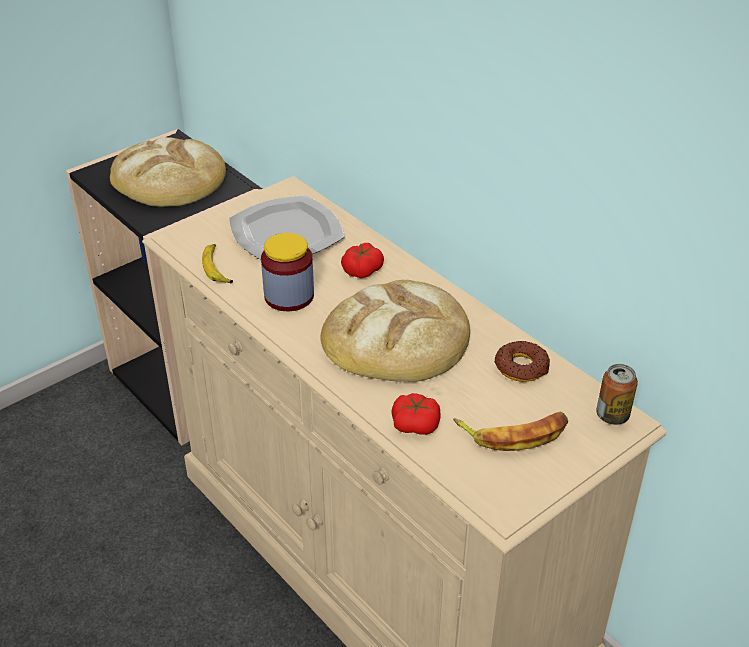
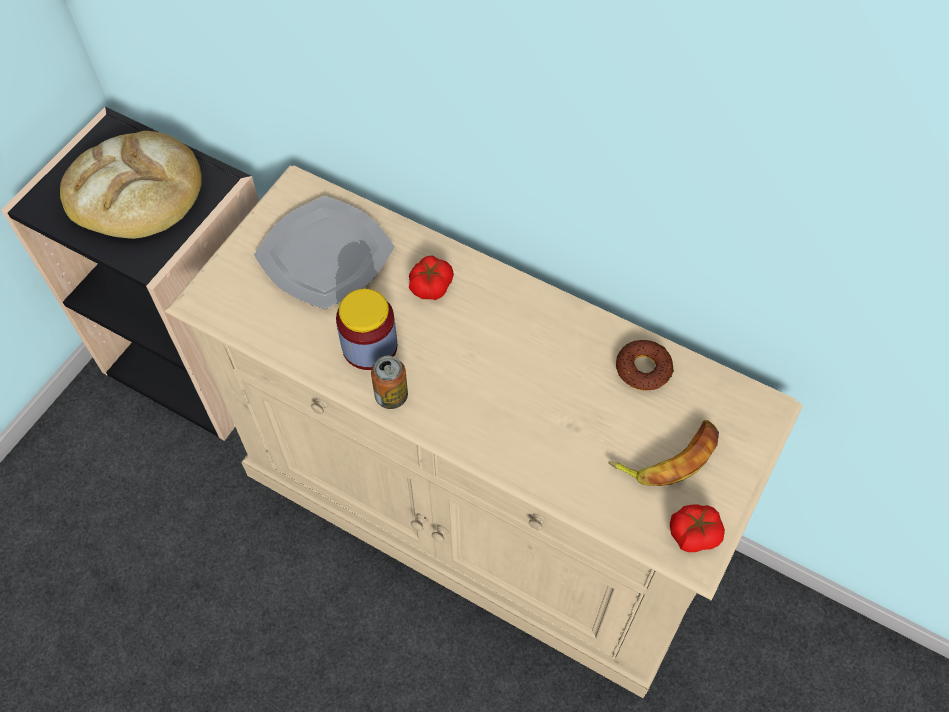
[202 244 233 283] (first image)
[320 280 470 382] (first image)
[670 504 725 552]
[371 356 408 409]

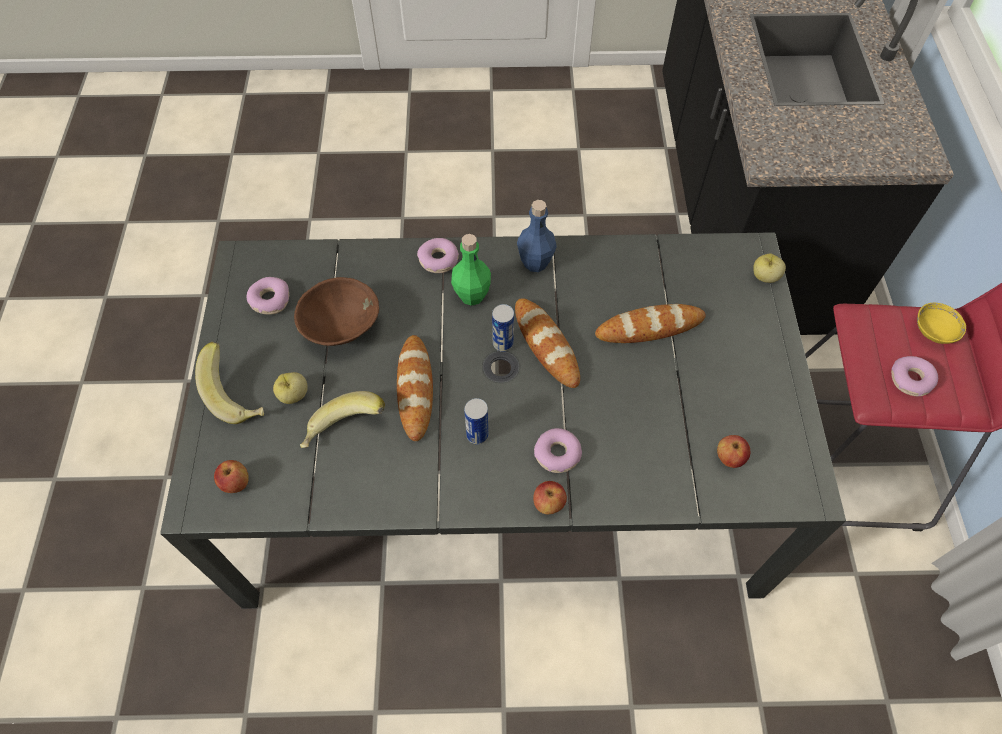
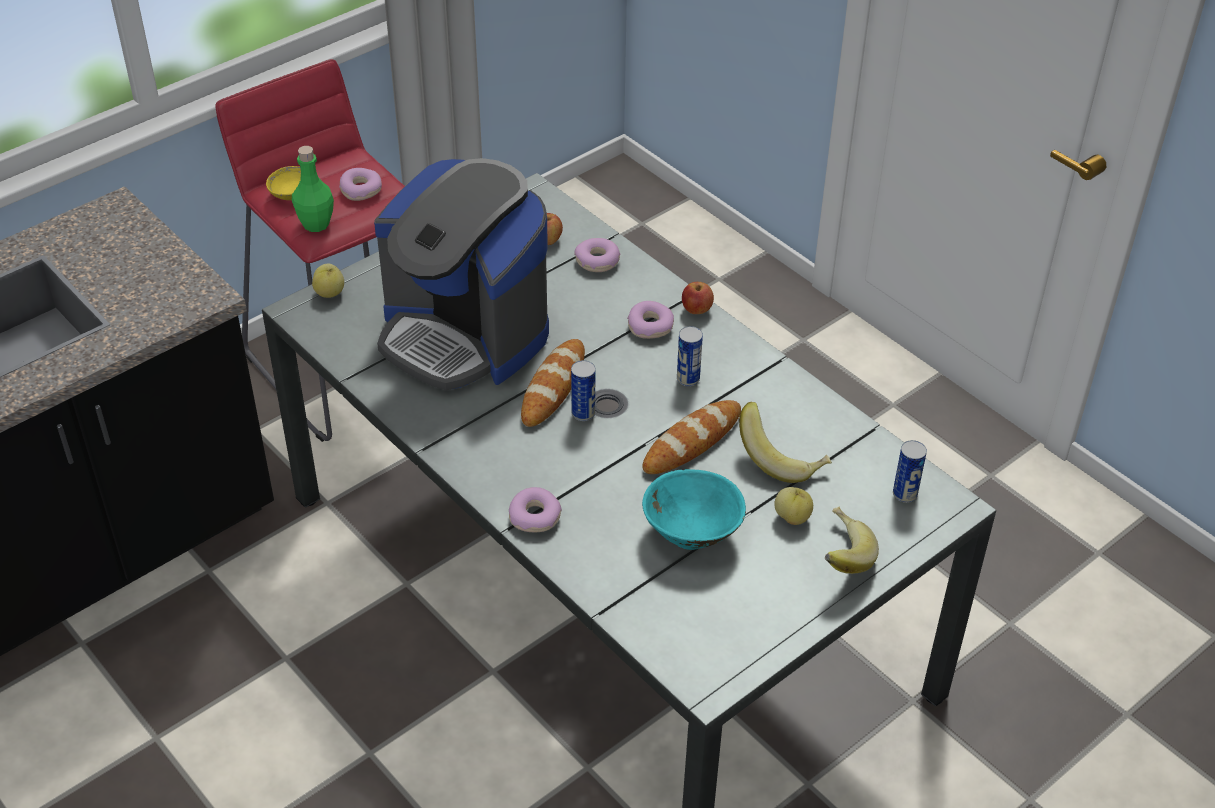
[893 440 927 503]
[574 238 620 272]
[642 469 746 550]
[292 146 334 232]
[517 200 557 272] (first image)
[374 158 549 391]

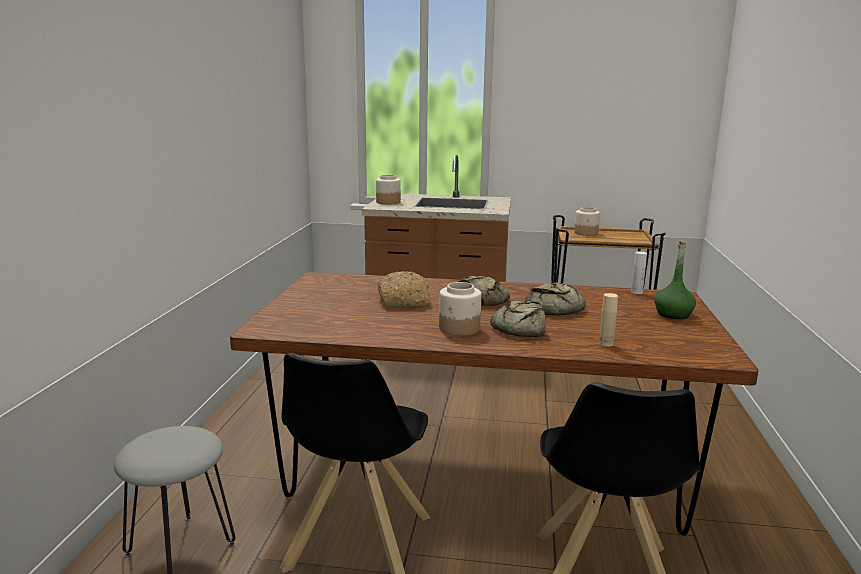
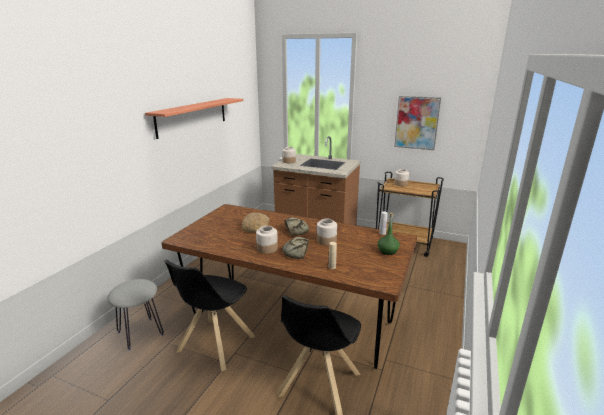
[317 219 337 245]
[145 98 243 139]
[394 96 441 150]

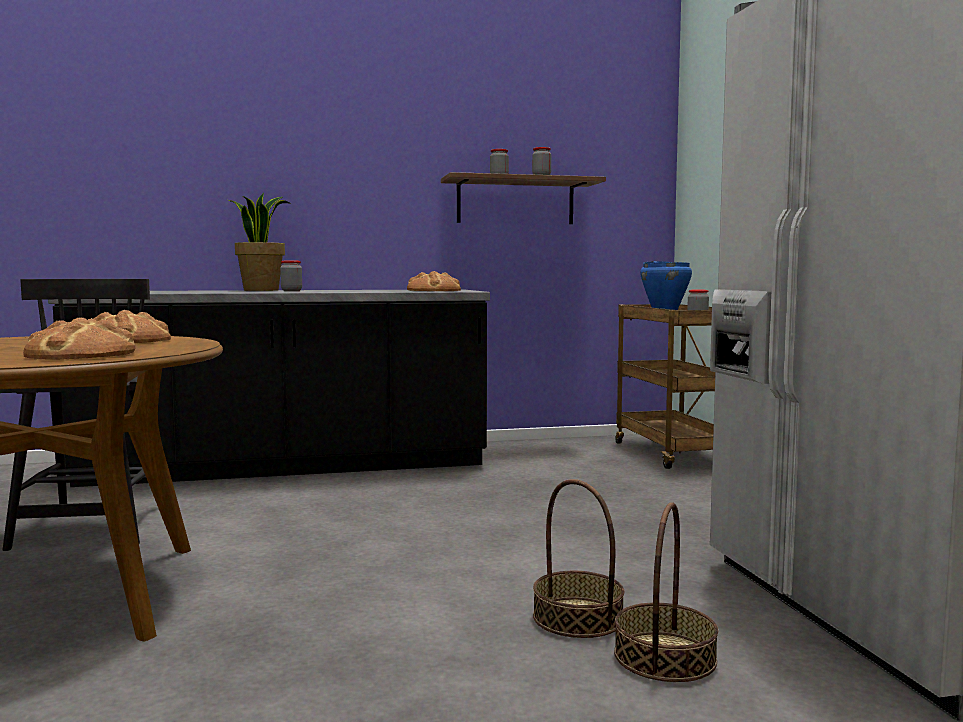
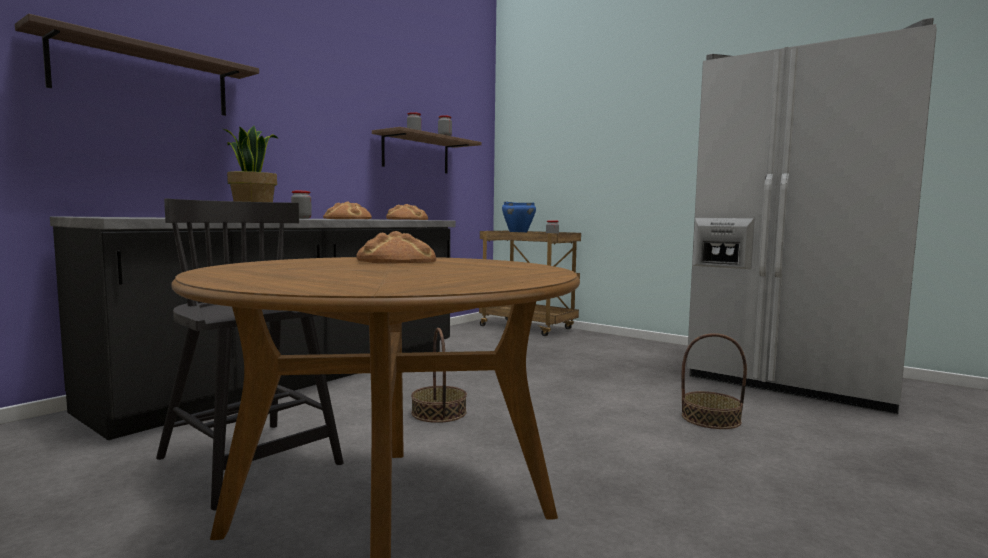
[323 202 372 219]
[411 328 467 423]
[15 14 259 116]

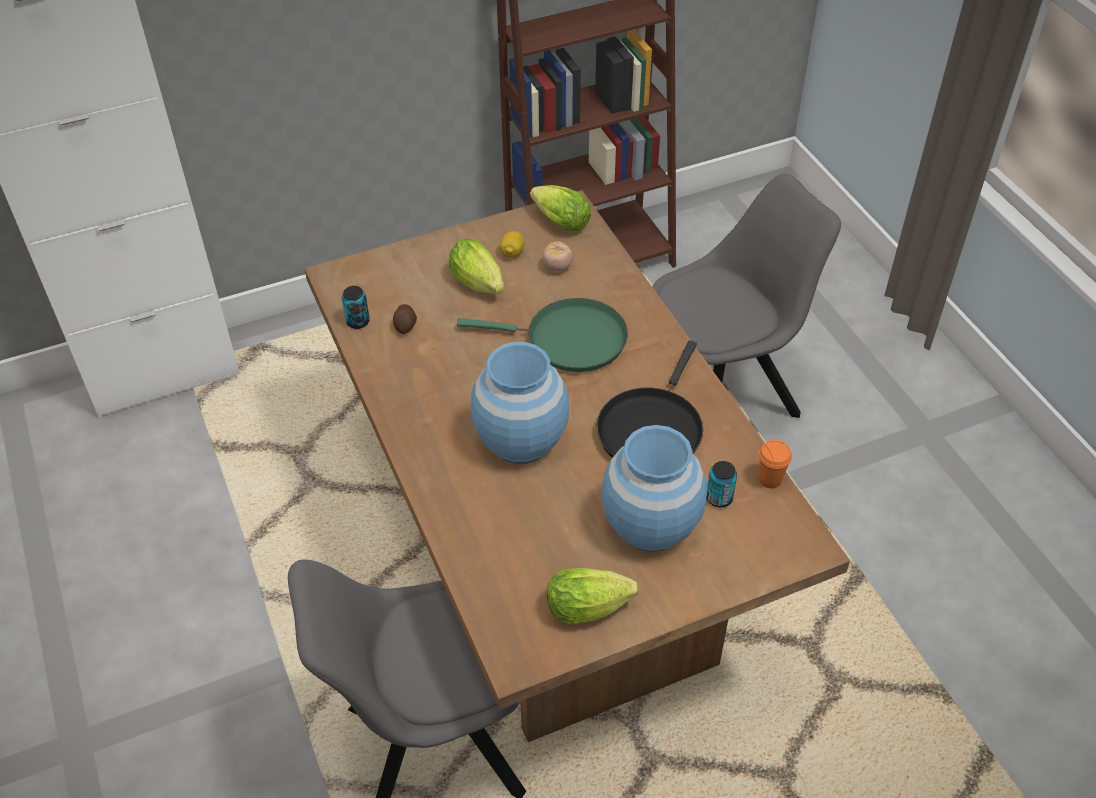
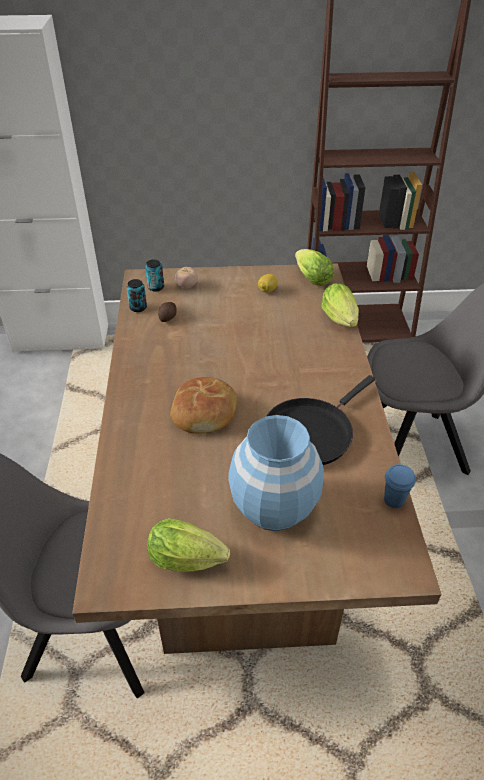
[321 283 359 327]
[457 298 628 372] (first image)
[170 377 237 434]
[175 267 198 288]
[145 259 164 292]
[384 464 416 508]

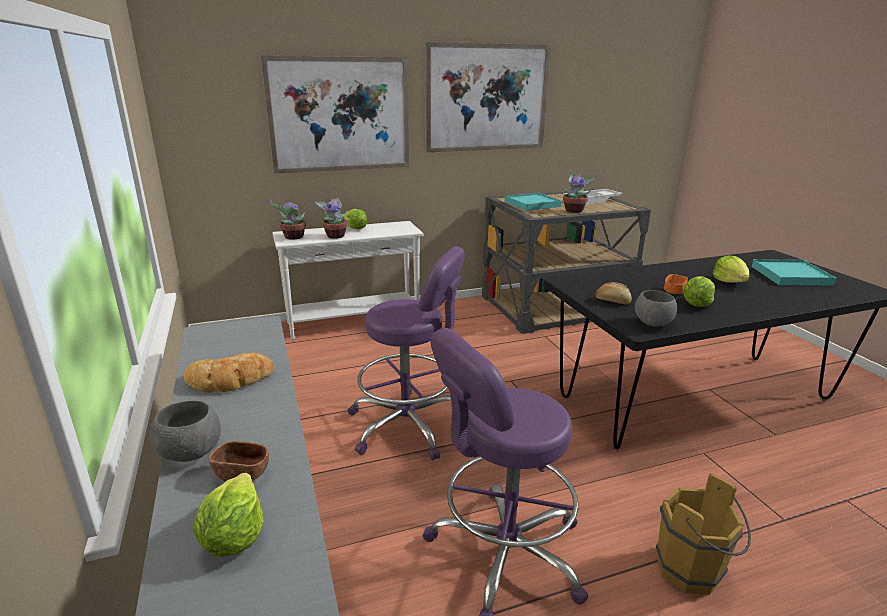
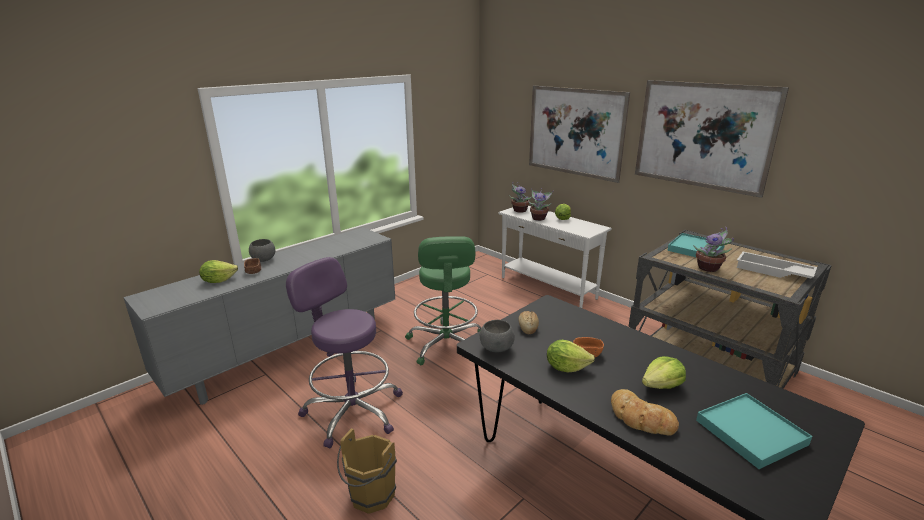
[611 389 679 436]
[405 236 481 365]

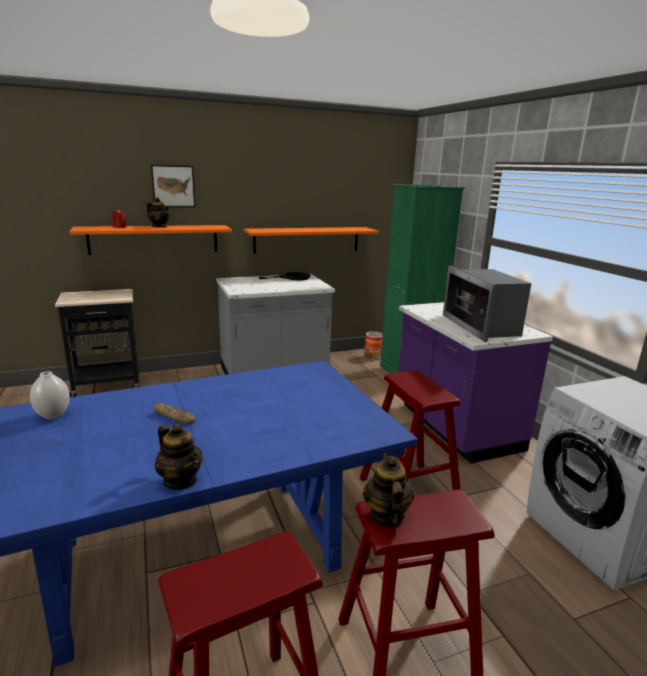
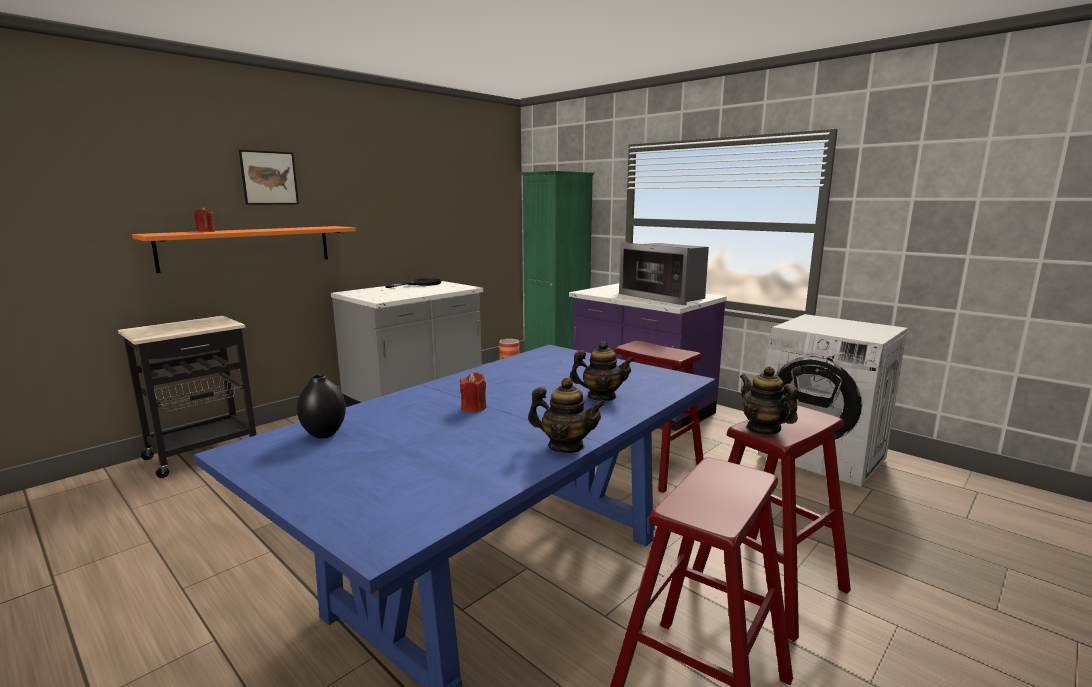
[297 374 346 439]
[570 341 635 401]
[460 372 486 412]
[244 227 379 254] (first image)

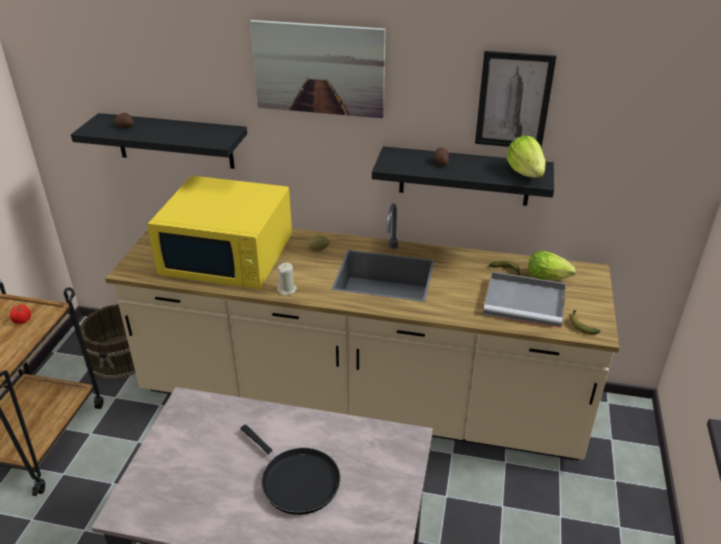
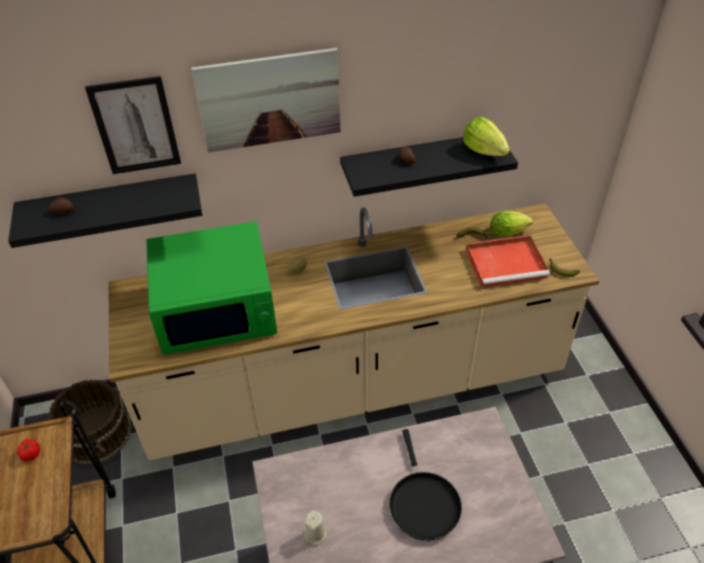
[146 222 277 355]
[389 429 462 541]
[304 511 327 546]
[85 76 181 174]
[466 235 550 288]

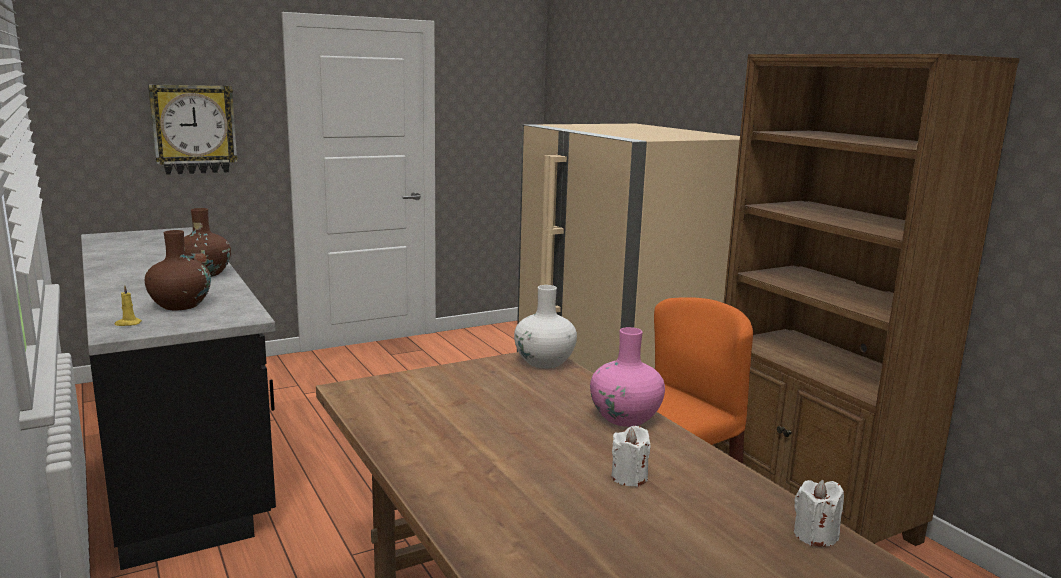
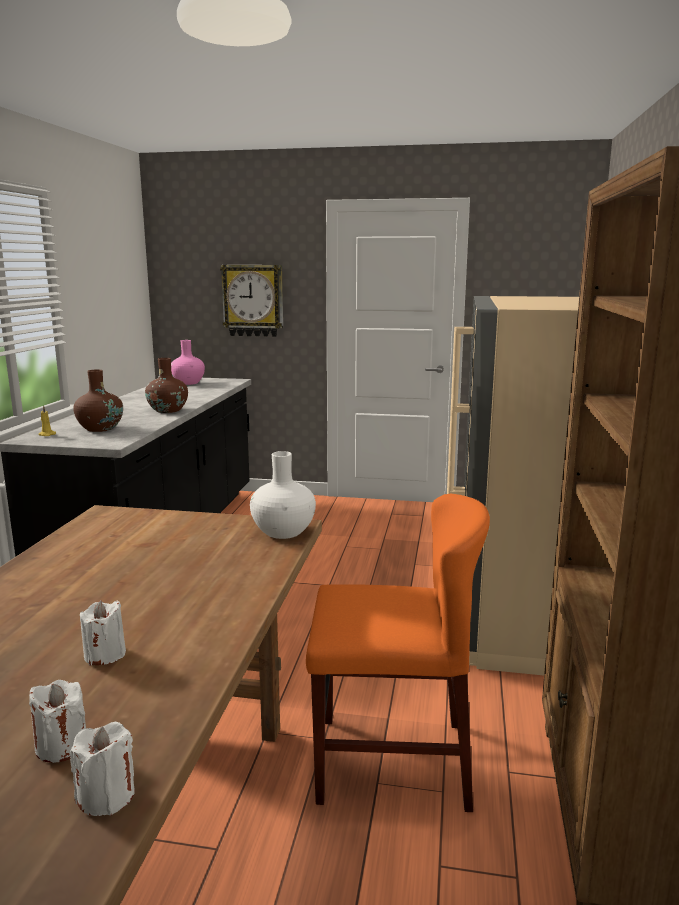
[171 340 205 385]
[29 680 86 763]

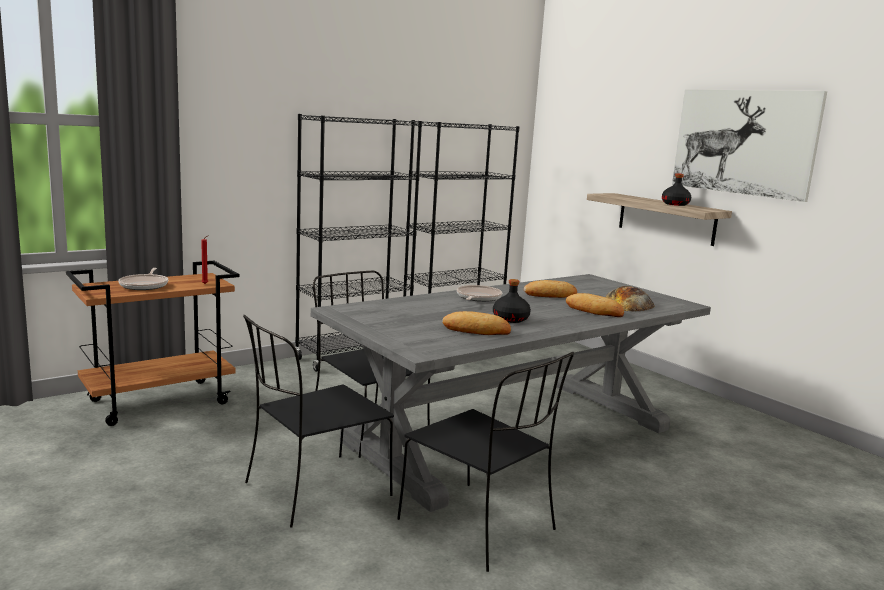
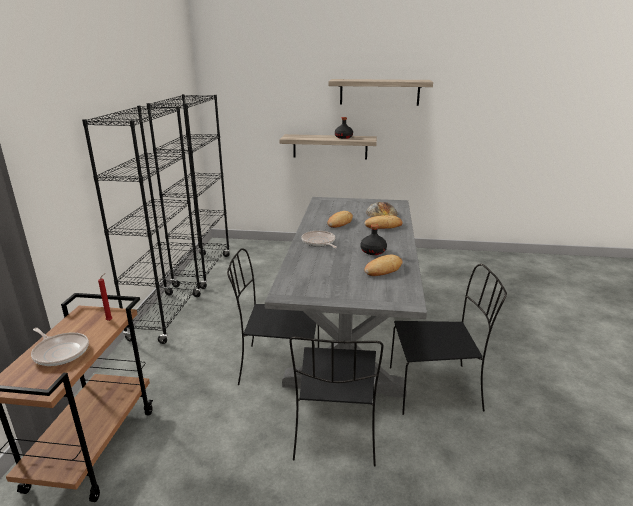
[328 79 433 106]

